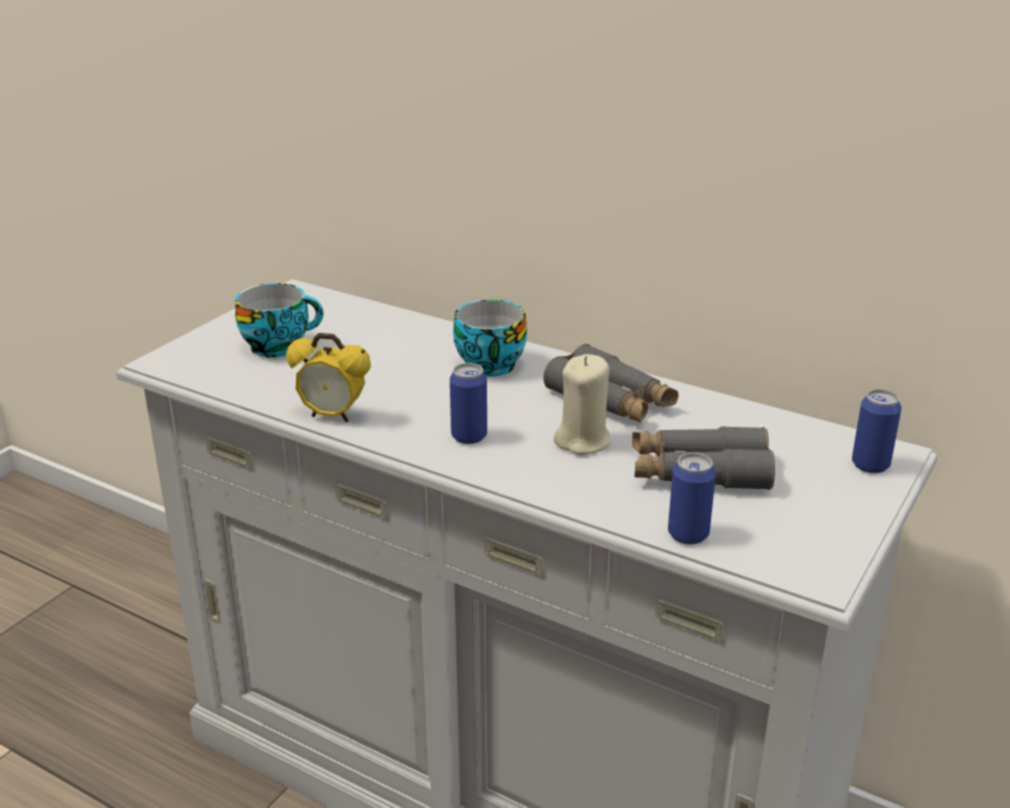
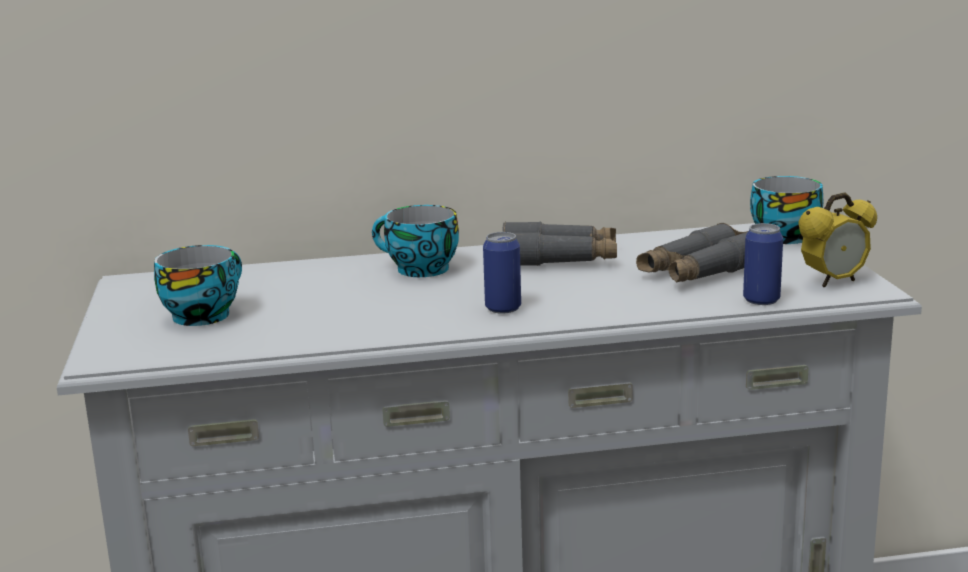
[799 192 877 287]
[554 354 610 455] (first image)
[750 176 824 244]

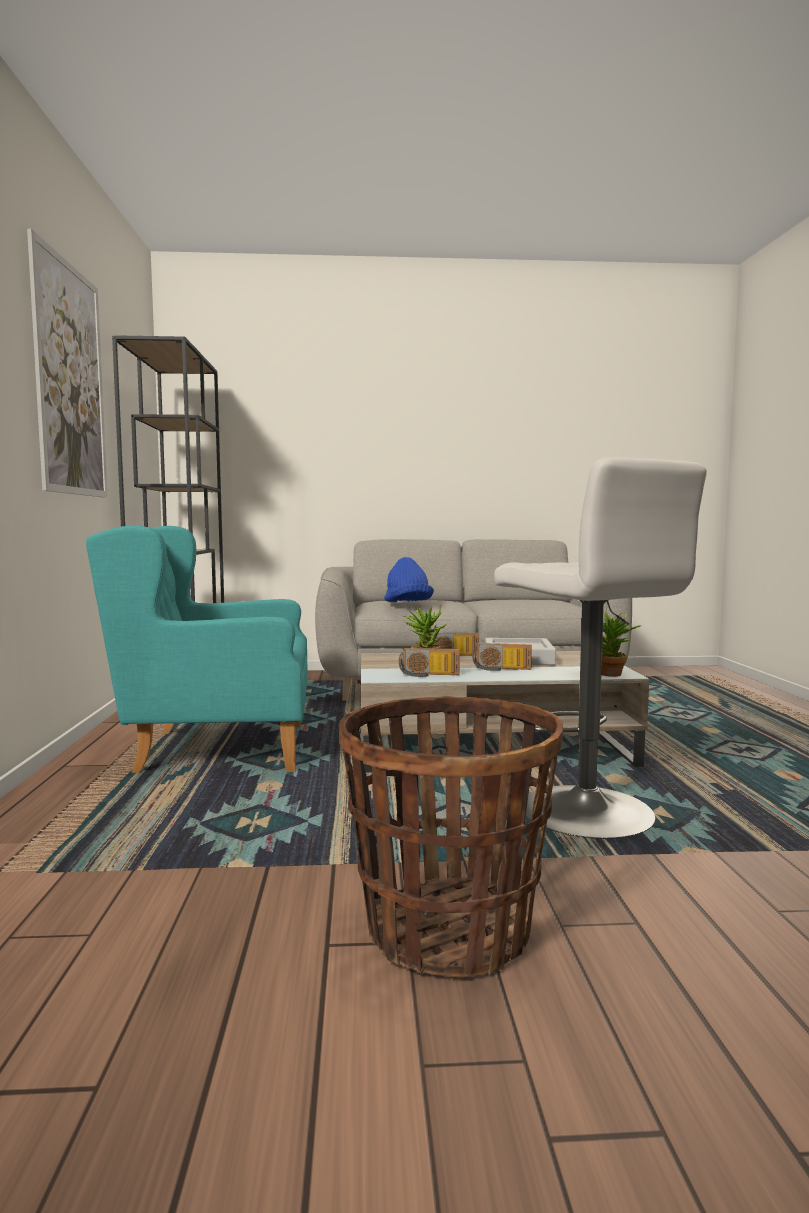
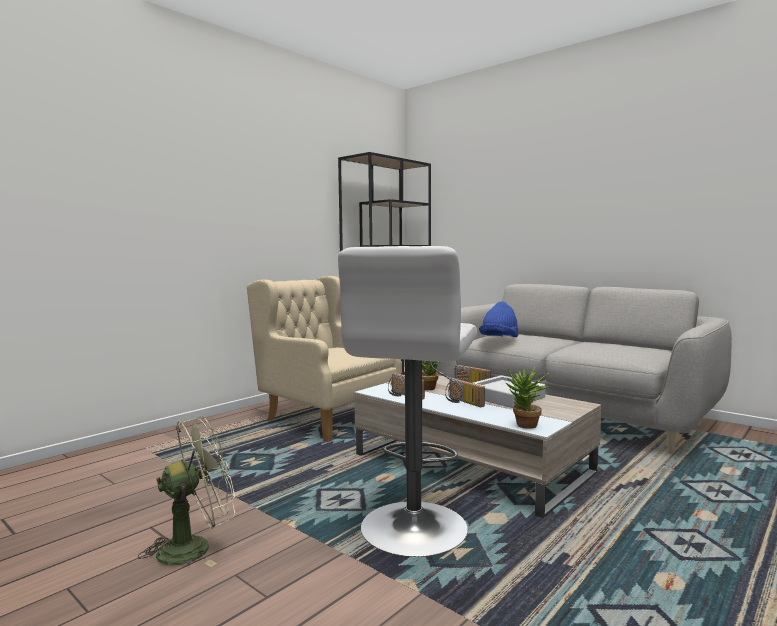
[27 229 108 498] (first image)
[247 276 401 442]
[138 416 235 567]

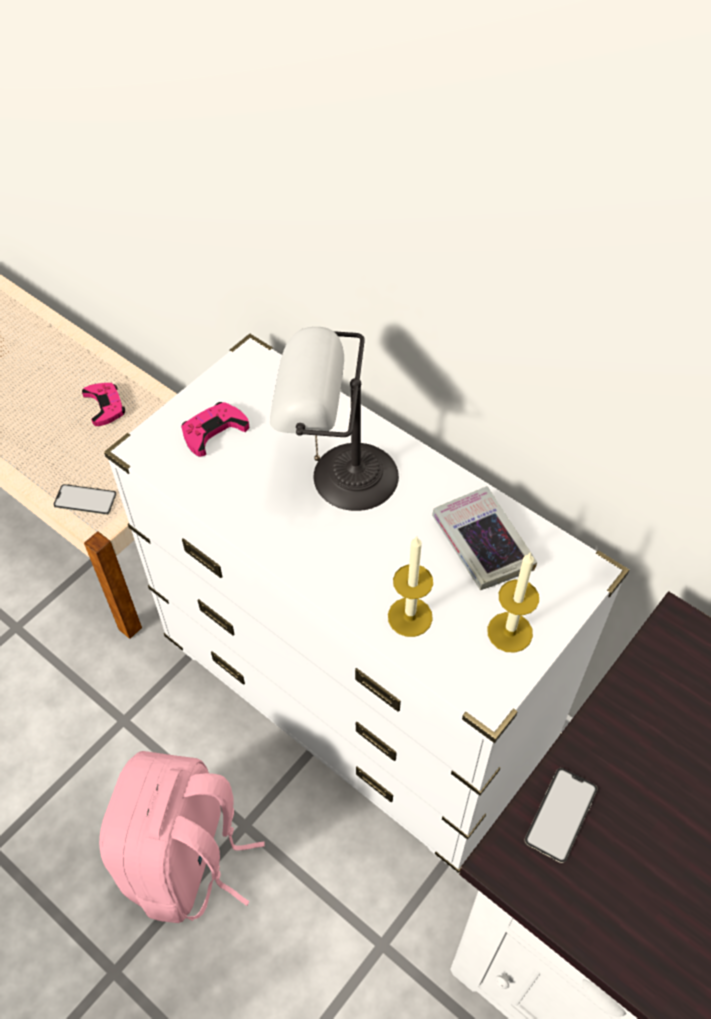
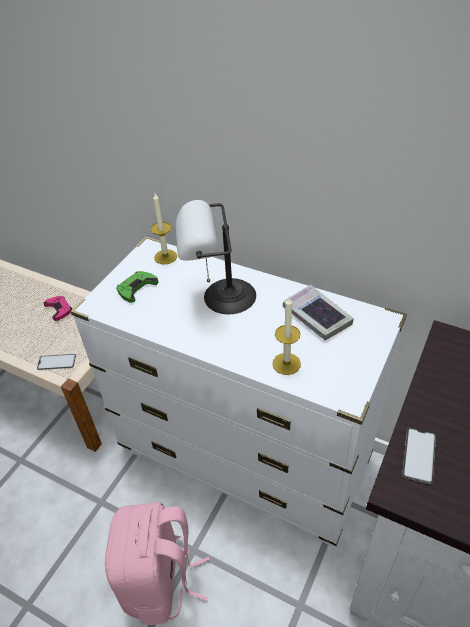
[116 271 158 303]
[151 193 177 265]

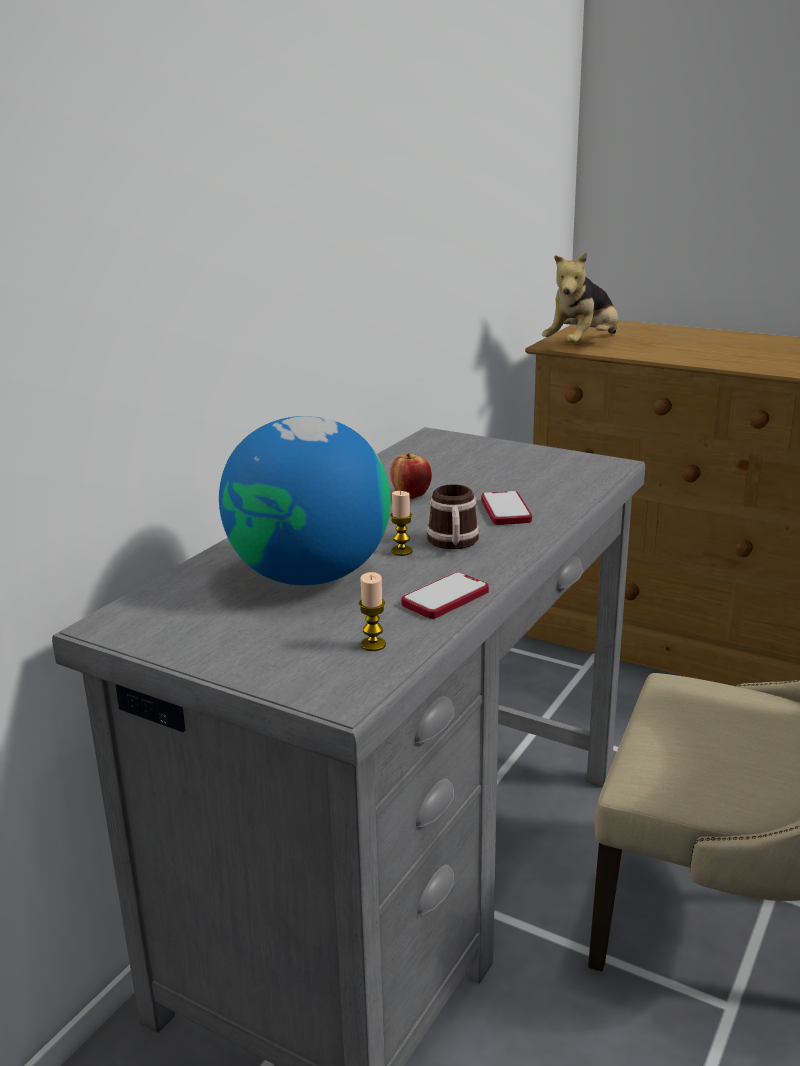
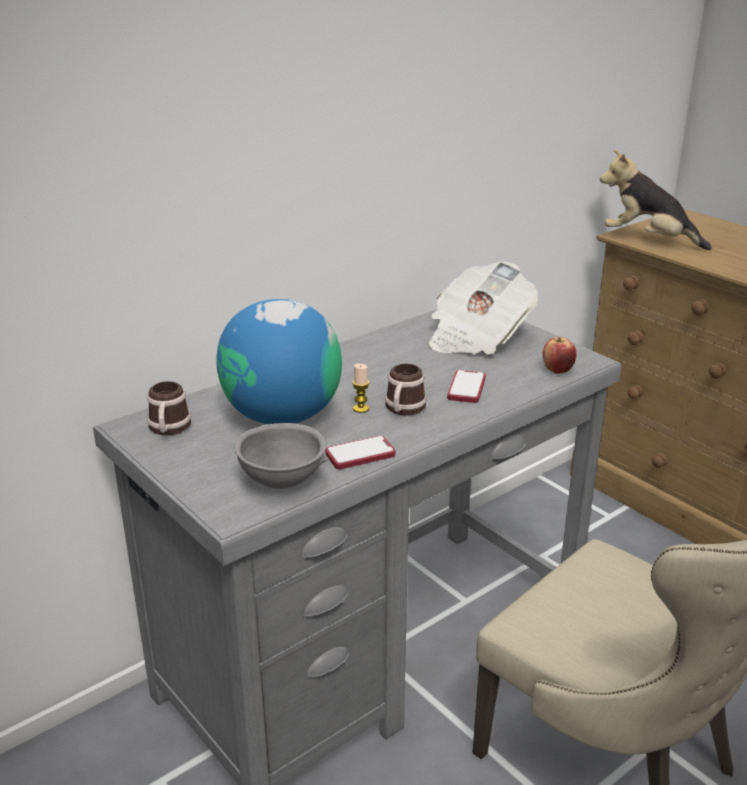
[234 423 329 489]
[542 337 577 374]
[600 150 711 250]
[147 381 191 435]
[429 261 538 355]

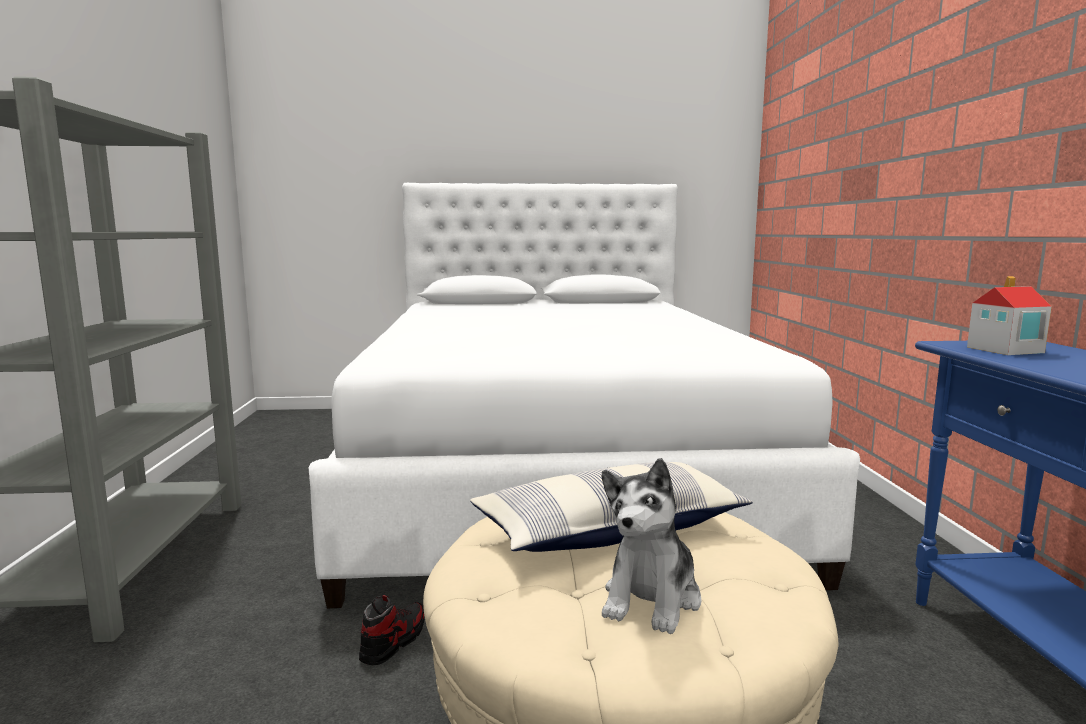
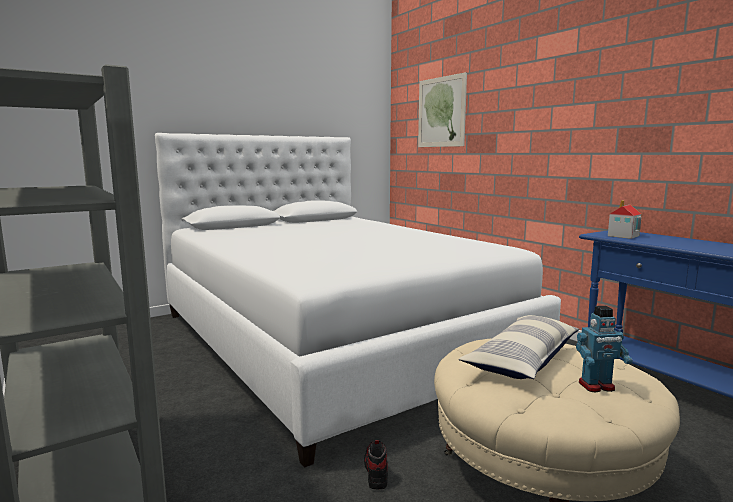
[576 306 633 392]
[418 72 467 147]

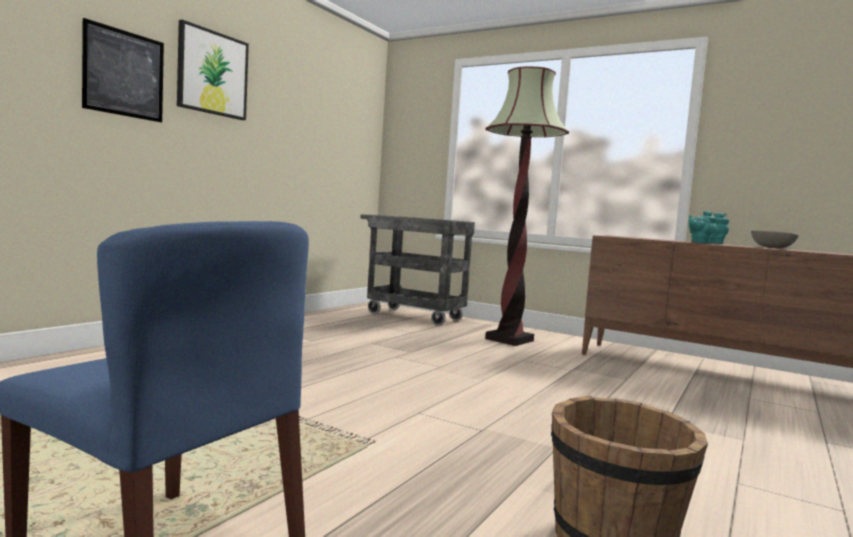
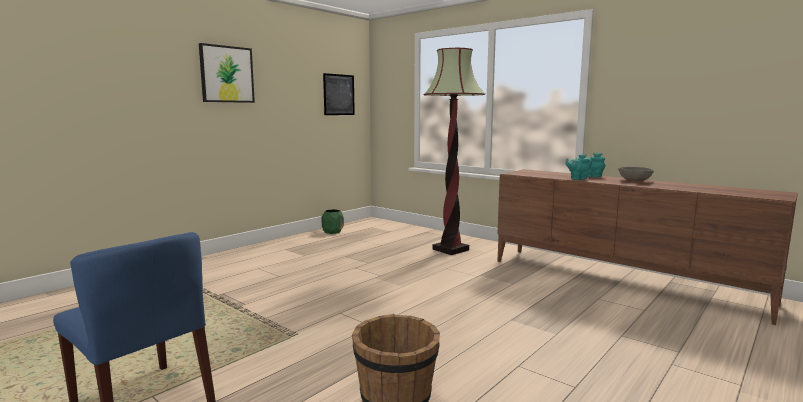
[323 73 355 115]
[360 214 475 326] (first image)
[321 209 344 234]

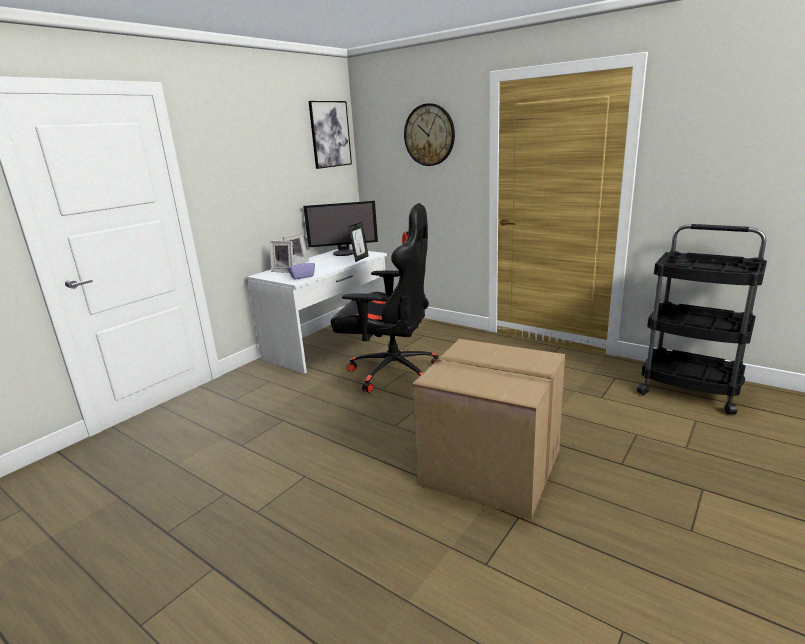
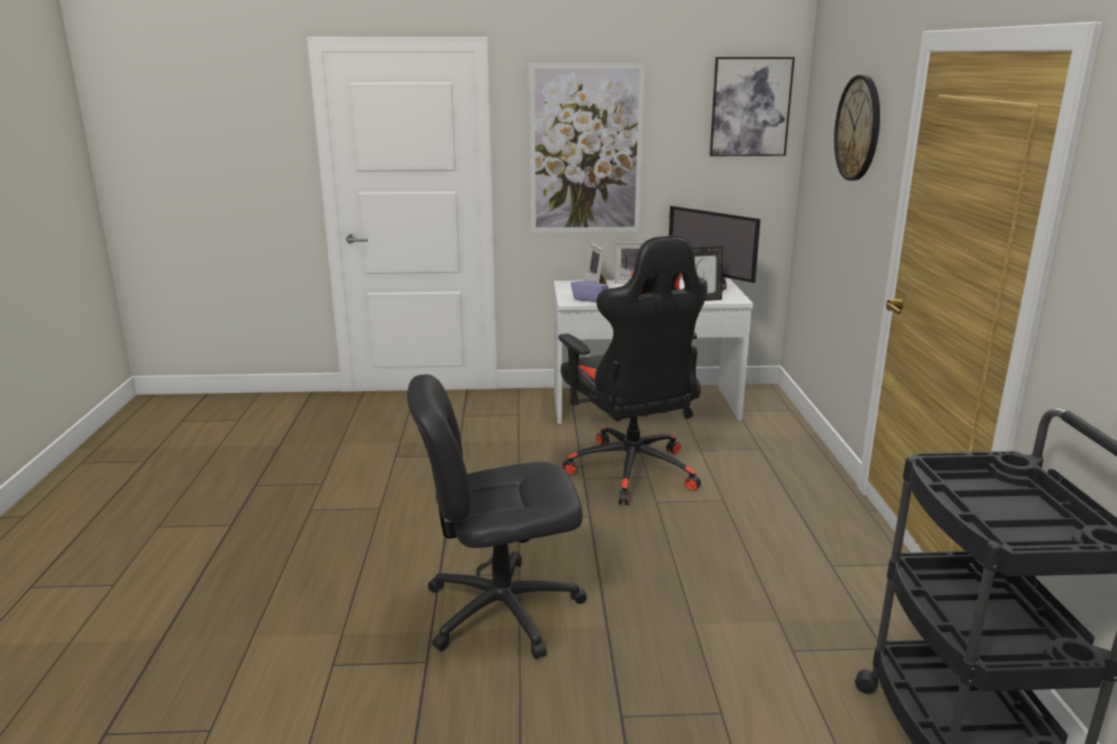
[407 374 587 659]
[529 63 645 233]

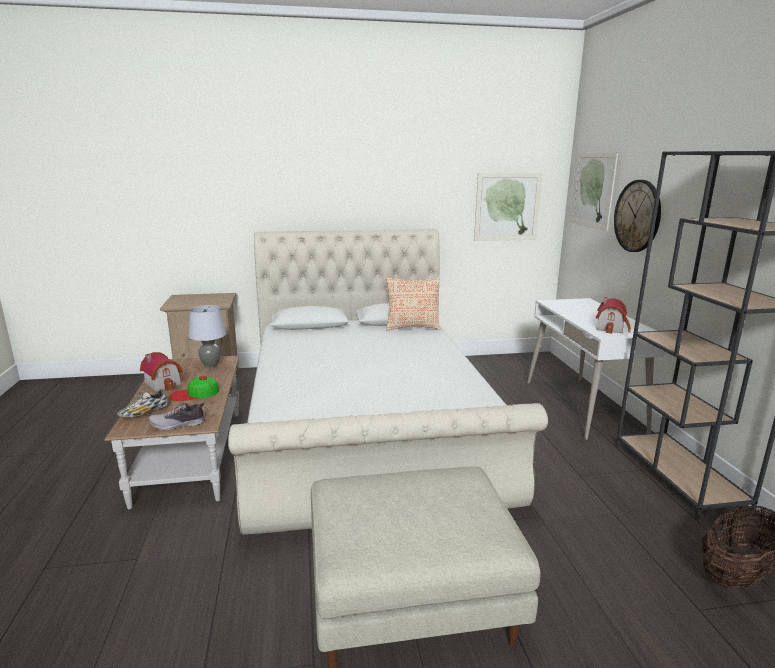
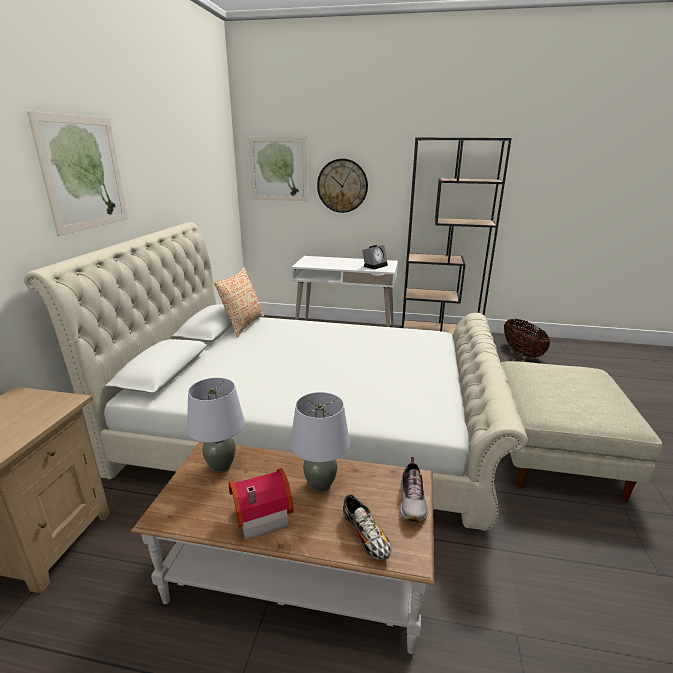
[290 392 350 492]
[27 111 128 236]
[362 245 388 270]

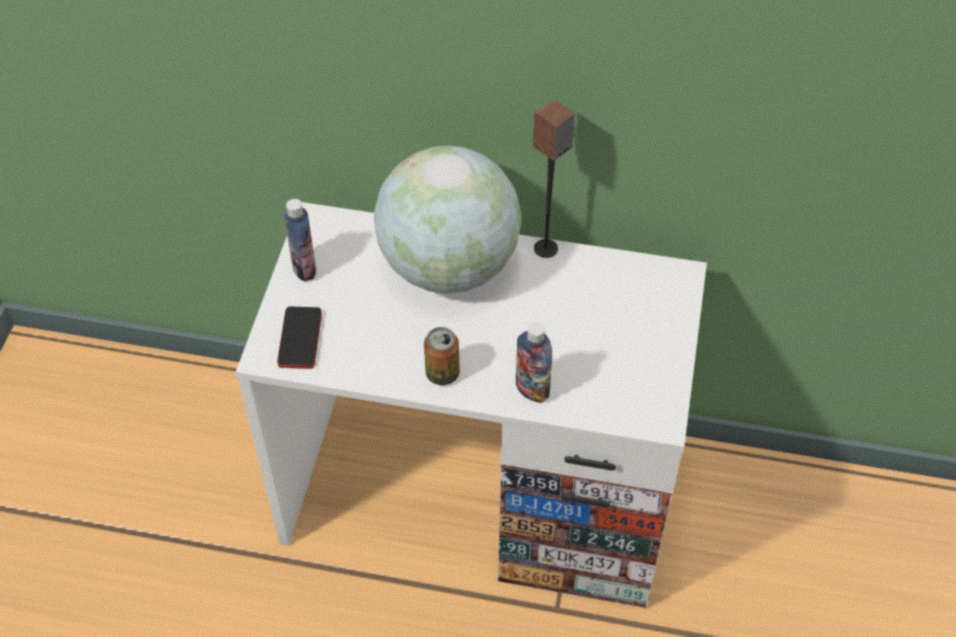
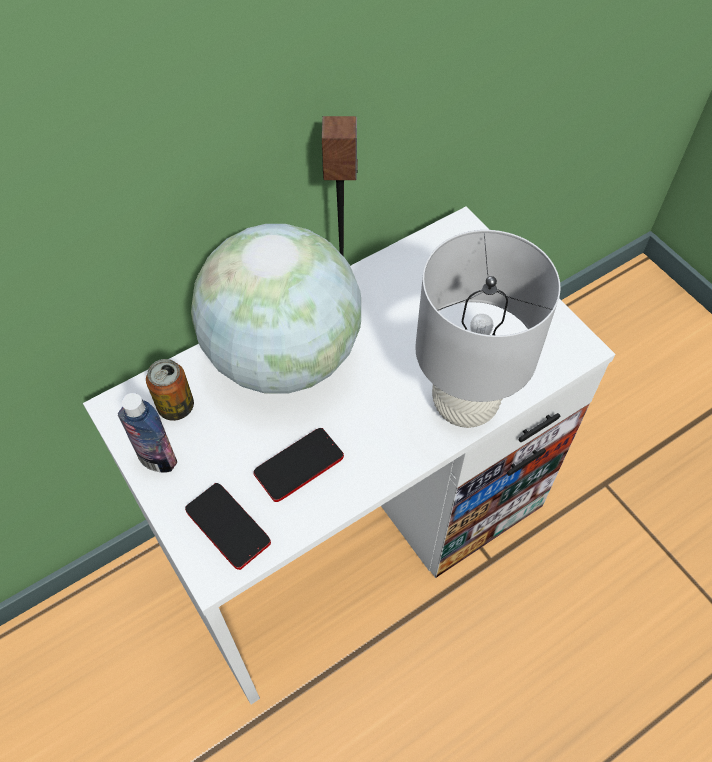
[146 359 194 421]
[415 230 560 428]
[253 428 344 502]

